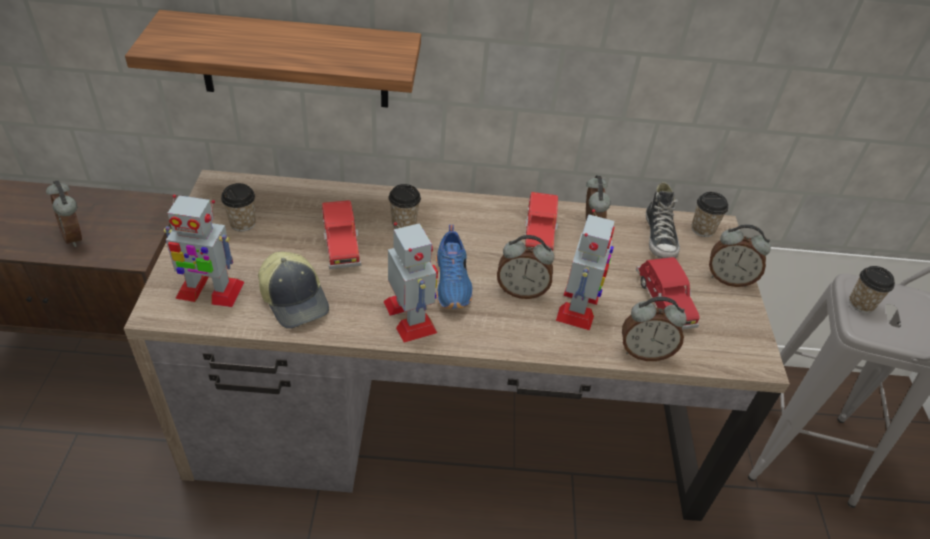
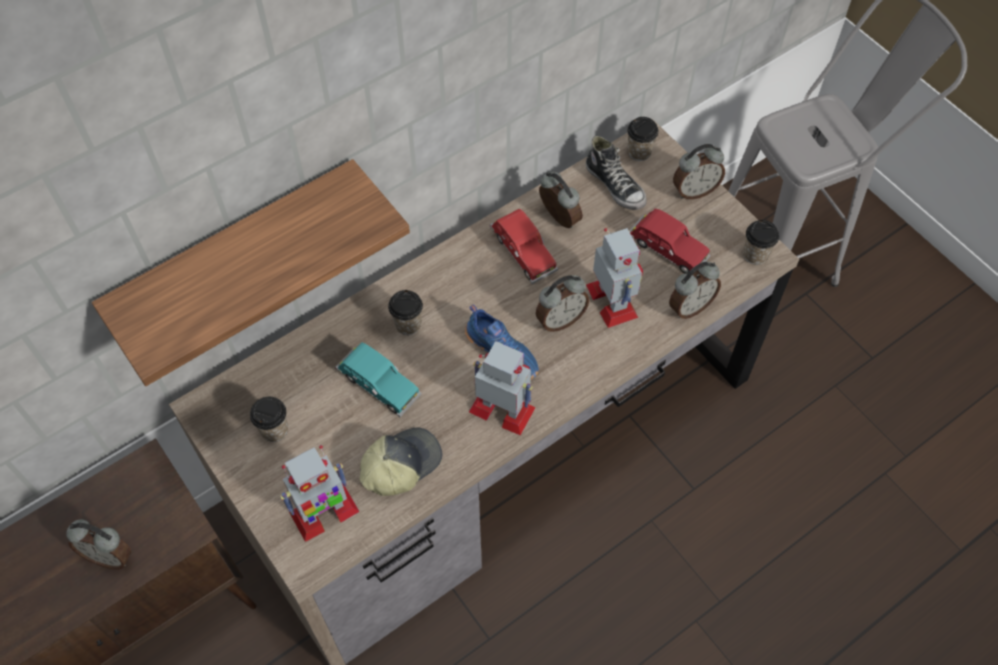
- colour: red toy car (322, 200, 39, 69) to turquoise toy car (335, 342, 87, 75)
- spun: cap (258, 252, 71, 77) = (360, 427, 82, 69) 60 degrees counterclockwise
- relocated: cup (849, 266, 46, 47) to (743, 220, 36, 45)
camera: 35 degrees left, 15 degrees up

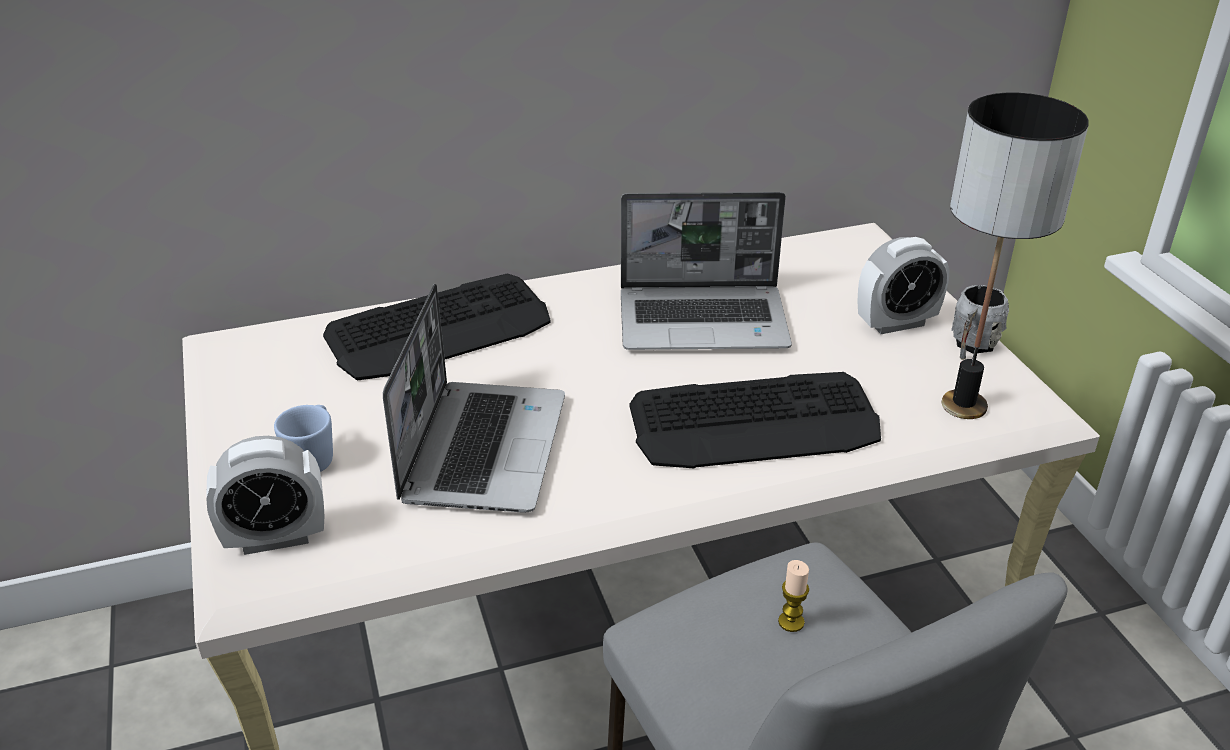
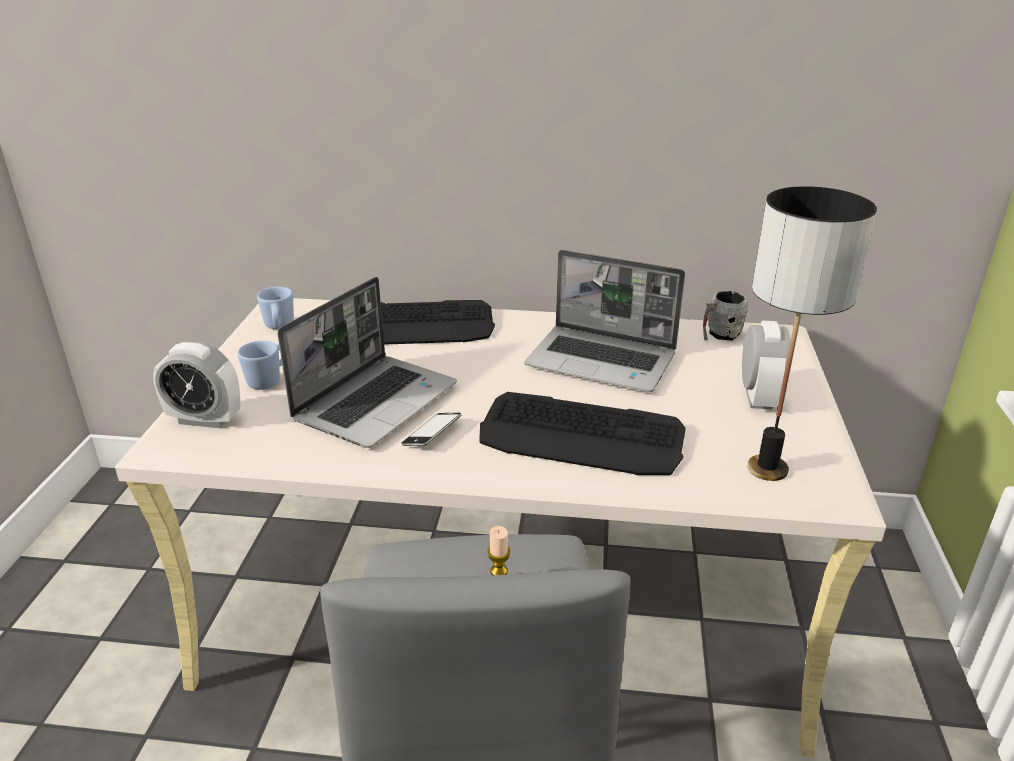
- appeared: blue mug (257, 287, 37, 42)
- appeared: phone (401, 413, 60, 33)
- relocated: grey mug (951, 285, 58, 75) to (703, 290, 45, 51)
- spun: alarm clock (858, 237, 91, 97) = (742, 321, 49, 88) 90 degrees counterclockwise
camera: 25 degrees right, 5 degrees down

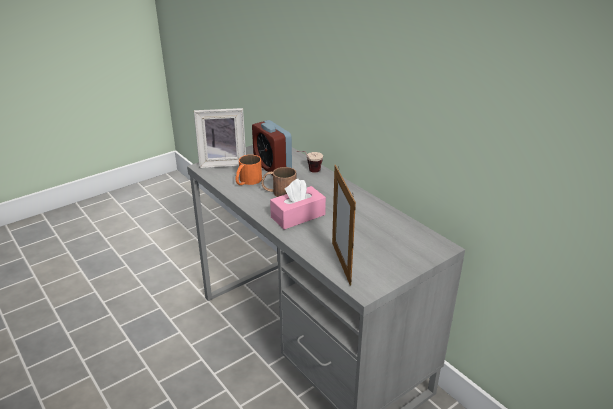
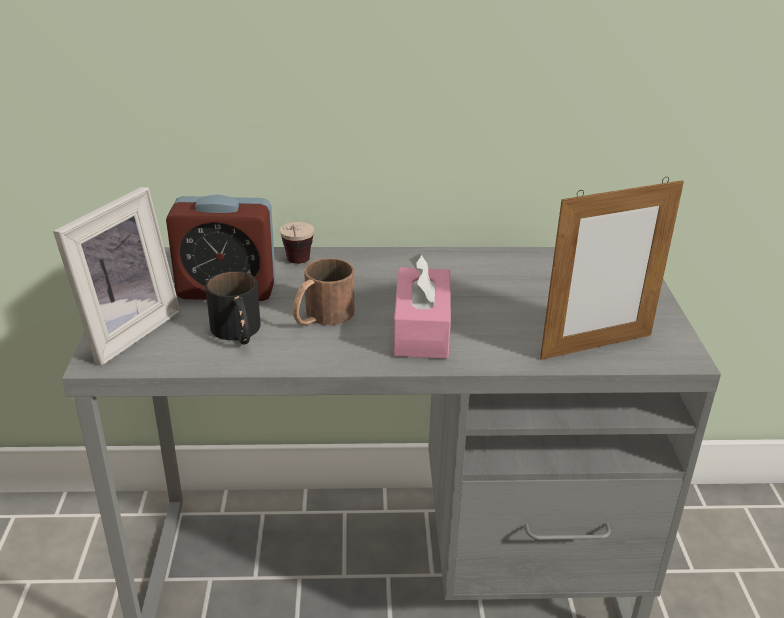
- colour: orange mug (236, 155, 26, 30) to black mug (205, 271, 55, 73)
- spun: picture frame (332, 165, 24, 121) = (540, 177, 144, 183) 45 degrees counterclockwise
camera: 55 degrees left, 0 degrees up

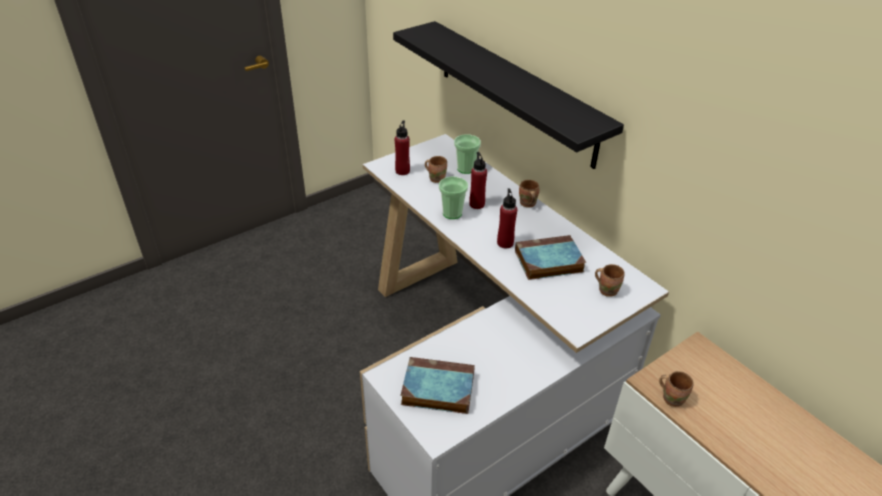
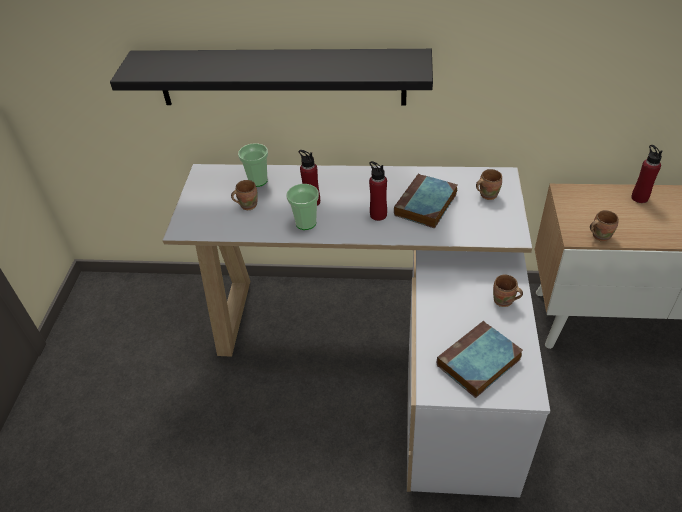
- relocated: brown mug (519, 180, 20, 28) to (493, 274, 30, 33)
- relocated: red bottle (395, 120, 15, 55) to (631, 145, 32, 58)
camera: 45 degrees left, 5 degrees up

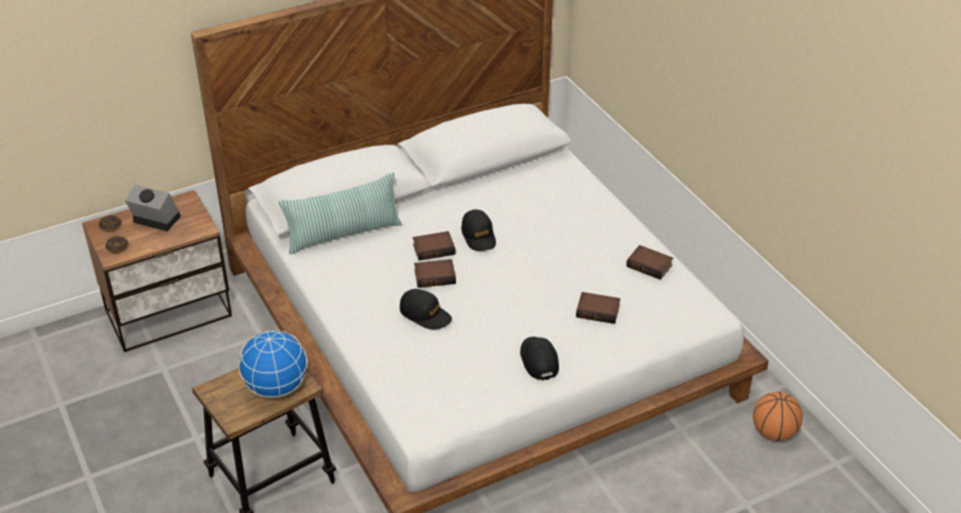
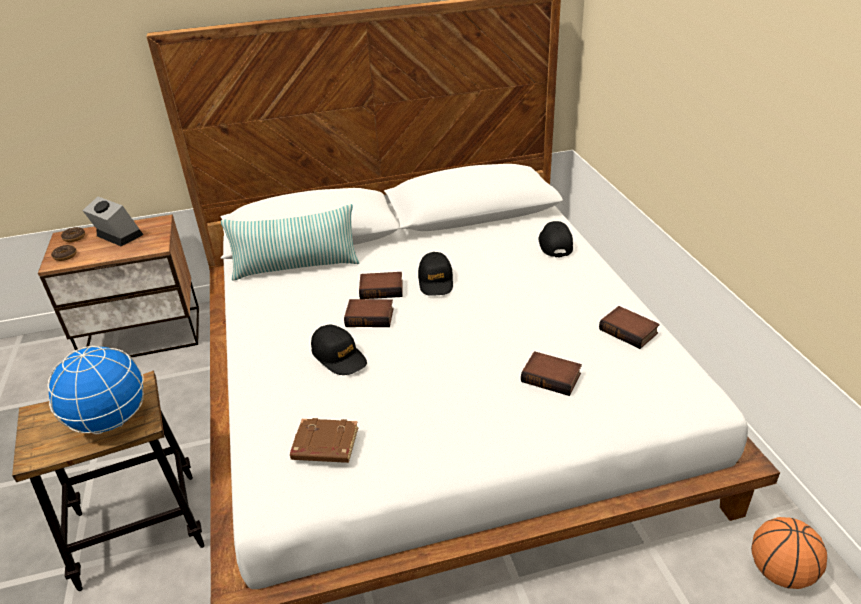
- appeared: brown book (290, 418, 68, 45)
- relocated: black cap (520, 337, 39, 44) to (538, 221, 35, 37)
camera: 15 degrees right, 5 degrees down

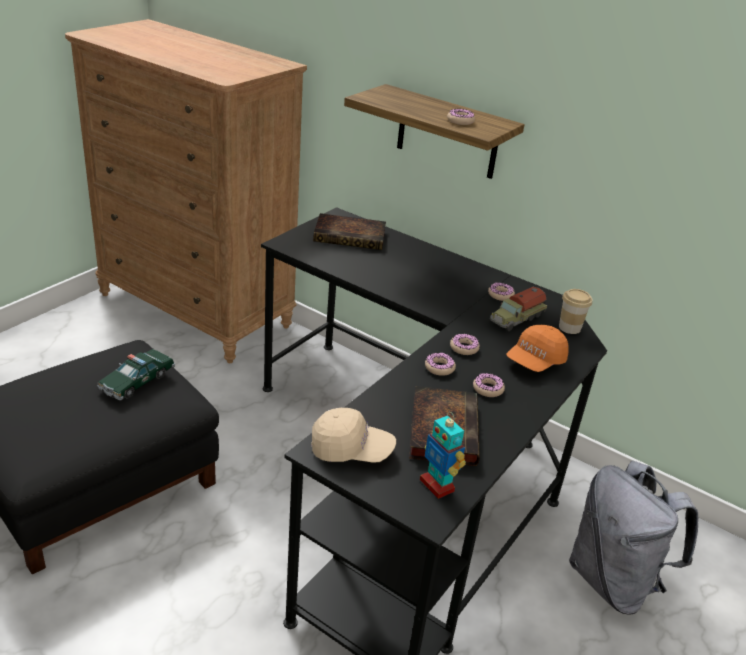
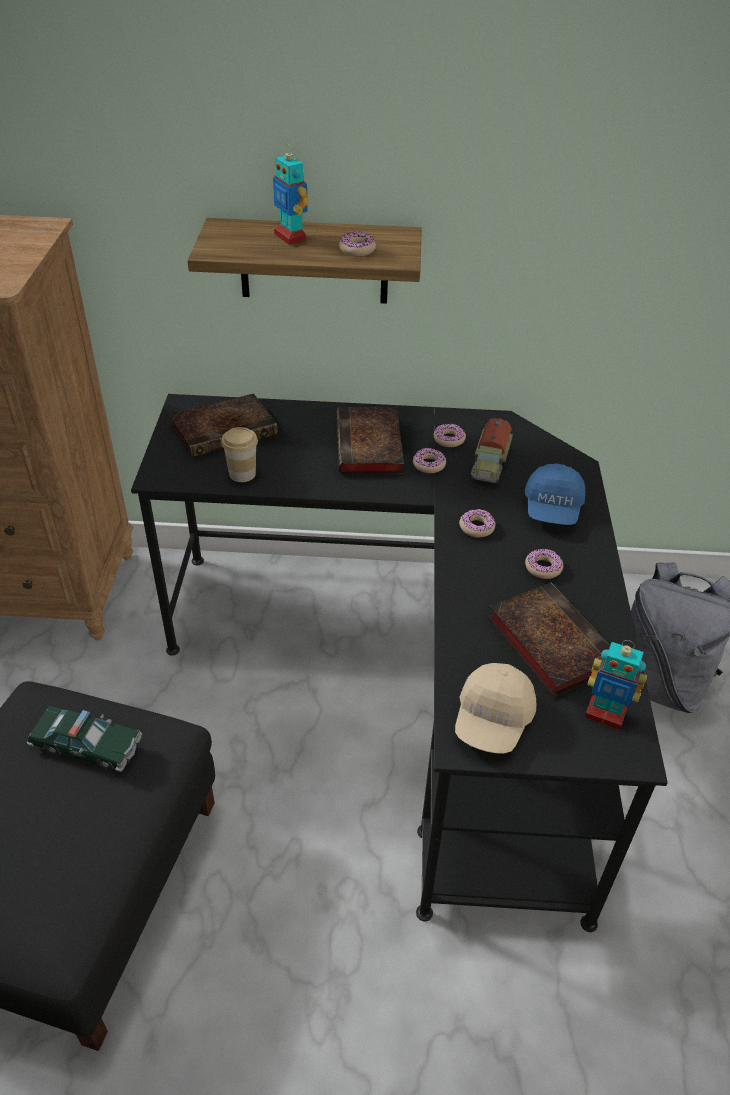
- spun: toy car (97, 349, 78, 52) = (27, 706, 115, 66) 75 degrees counterclockwise
- relocated: cup (559, 289, 33, 45) to (221, 427, 37, 55)
- appeared: toy robot (273, 145, 37, 100)
- appeared: book (337, 407, 67, 67)
- relocated: donut (425, 353, 31, 23) to (413, 448, 33, 25)
- spun: beige cap (311, 408, 85, 55) = (455, 663, 81, 91) 135 degrees clockwise
- colour: orange cap (506, 325, 63, 47) to blue cap (525, 463, 60, 62)
camera: 30 degrees left, 10 degrees up

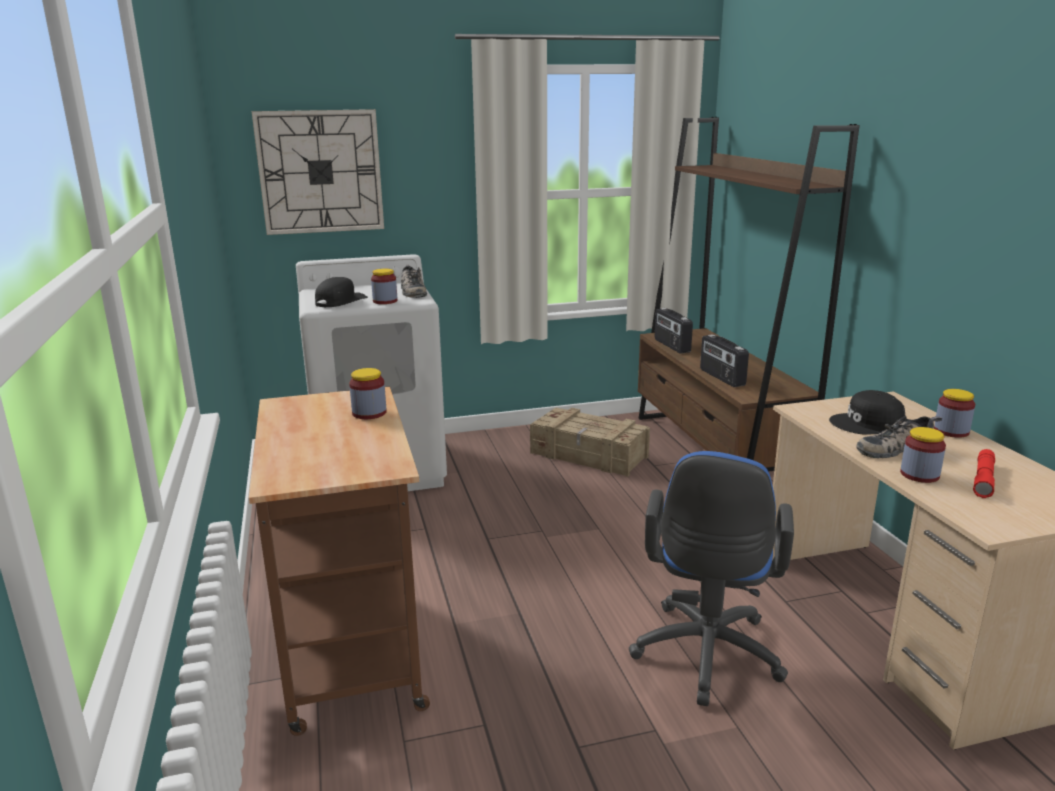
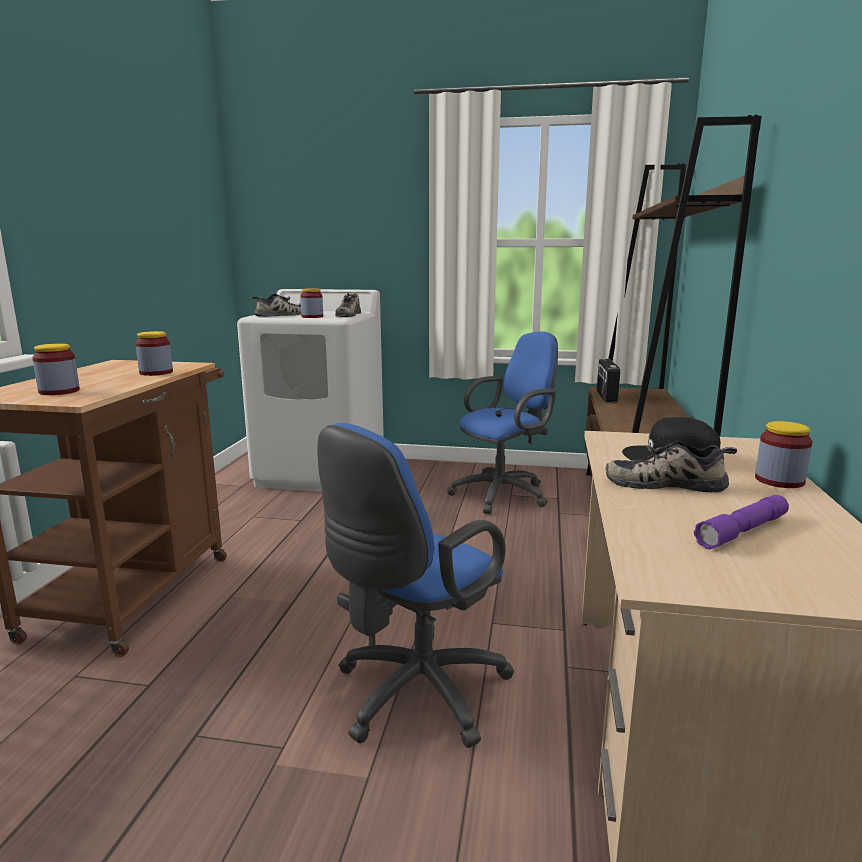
- relocated: jar (900, 427, 46, 56) to (32, 343, 48, 52)
- exchanged: black cap (315, 277, 53, 30) to shoe (252, 293, 49, 24)
- exchanged: crate (530, 407, 120, 70) to blue office chair (447, 331, 111, 183)
- colour: red flashlight (973, 449, 22, 49) to purple flashlight (694, 495, 95, 54)
- missing: wall clock (252, 109, 132, 126)
- missing: radio (700, 334, 49, 53)
camera: 25 degrees right, 5 degrees down

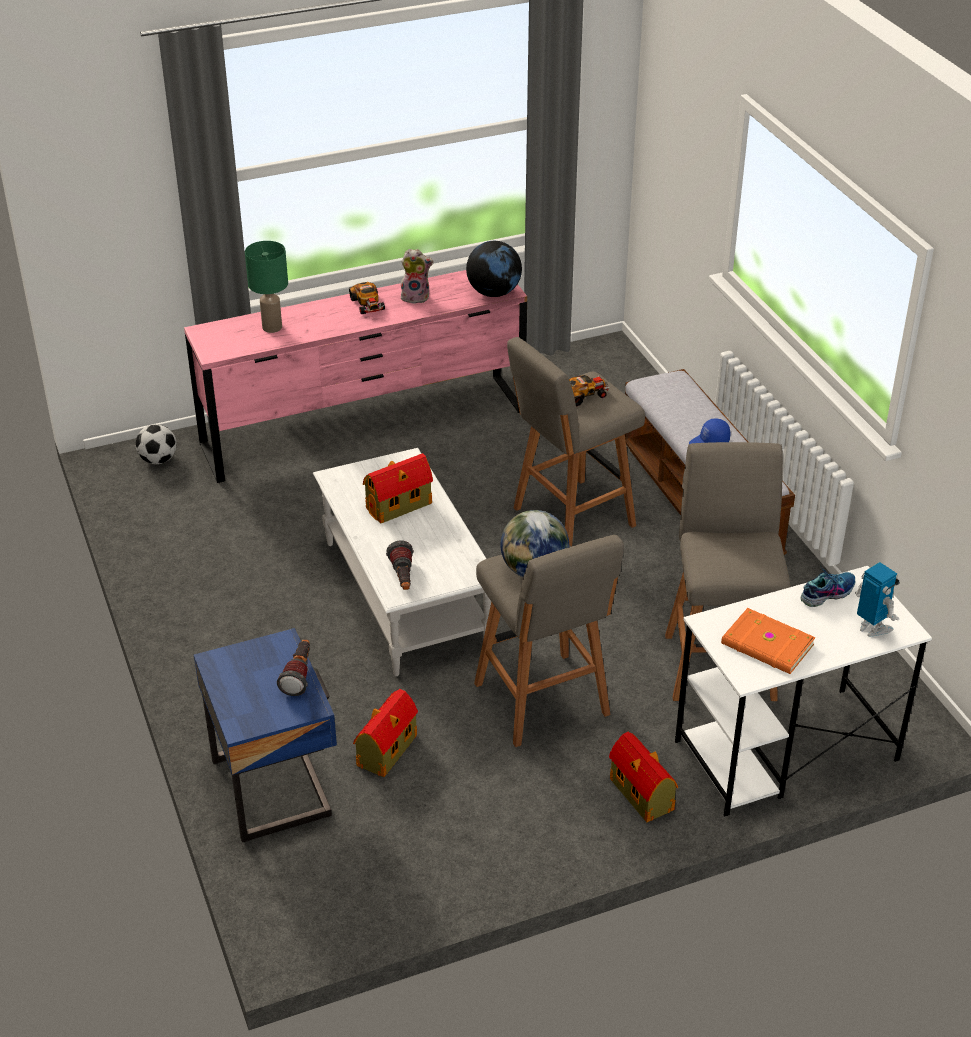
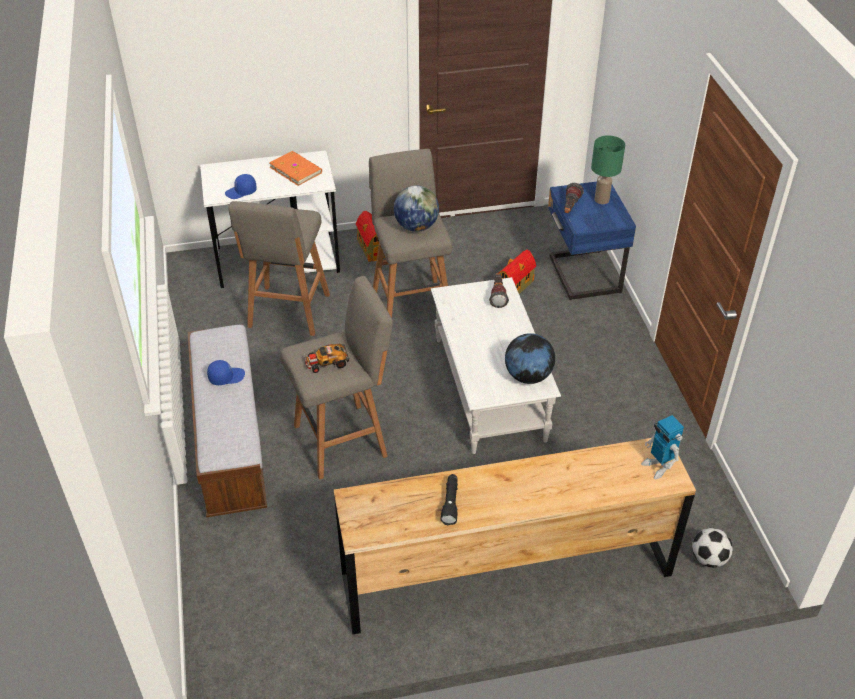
- exchanged: shoe (800, 565, 55, 42) to blue cap (225, 174, 32, 25)
- colour: pink dresser (184, 270, 343, 213) to brown dresser (334, 438, 362, 196)
- exchanged: plush toy (401, 249, 33, 55) to black flashlight (441, 474, 17, 51)
- relocated: globe (466, 241, 56, 56) to (505, 333, 50, 51)
- relocated: green table lamp (245, 241, 43, 92) to (591, 135, 34, 69)
- relocated: toy robot (855, 562, 45, 75) to (641, 415, 43, 64)
- missing: toy car (349, 282, 36, 32)
- missing: toy house (363, 453, 70, 71)
camera: 170 degrees left, 5 degrees up

